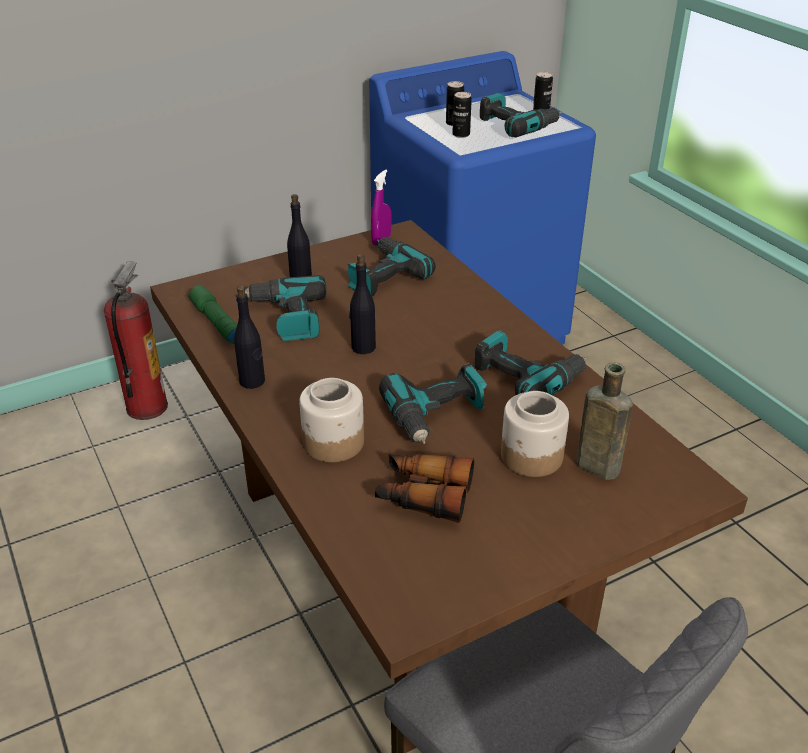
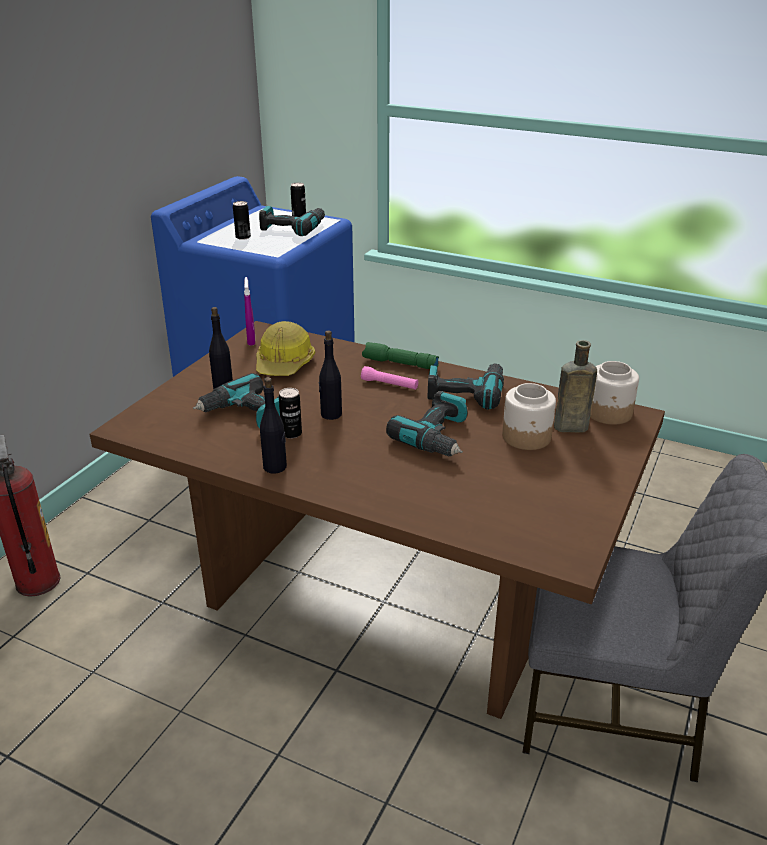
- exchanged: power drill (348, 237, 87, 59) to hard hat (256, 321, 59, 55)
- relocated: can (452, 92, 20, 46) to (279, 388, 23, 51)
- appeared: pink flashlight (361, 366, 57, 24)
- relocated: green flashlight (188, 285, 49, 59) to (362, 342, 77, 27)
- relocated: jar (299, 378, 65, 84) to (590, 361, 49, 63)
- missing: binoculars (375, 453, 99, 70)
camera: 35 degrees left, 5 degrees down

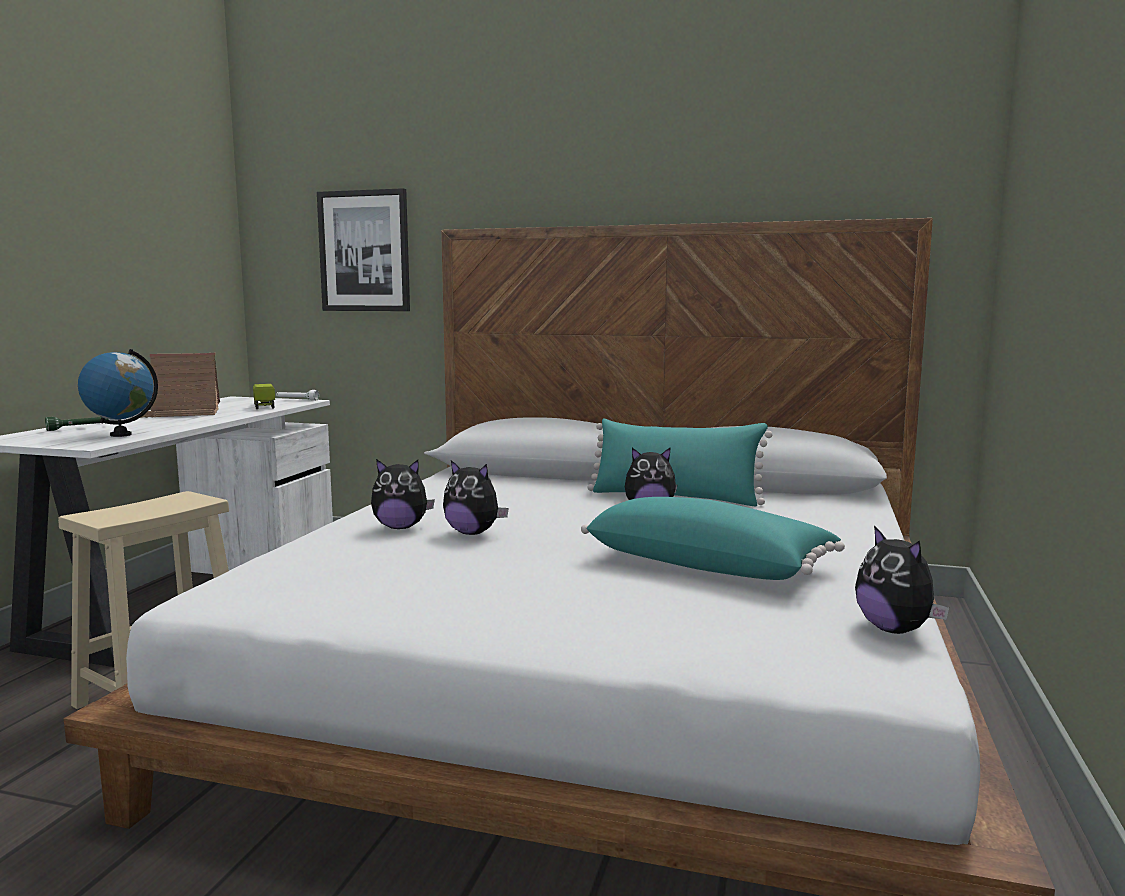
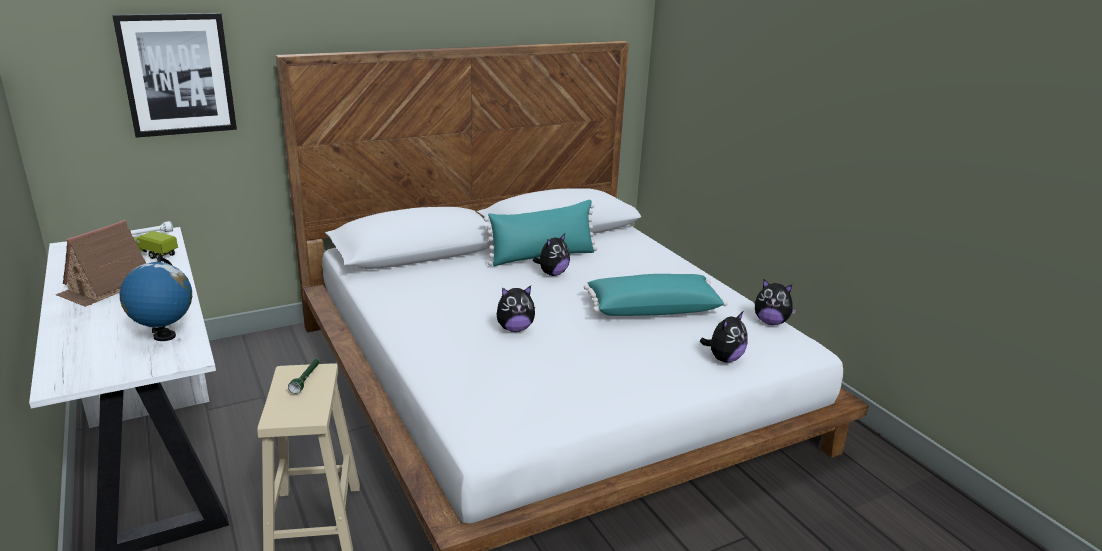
- relocated: green flashlight (45, 417, 64, 14) to (288, 358, 32, 36)
- relocated: plush toy (371, 459, 64, 70) to (700, 312, 48, 51)
camera: 45 degrees left, 15 degrees up

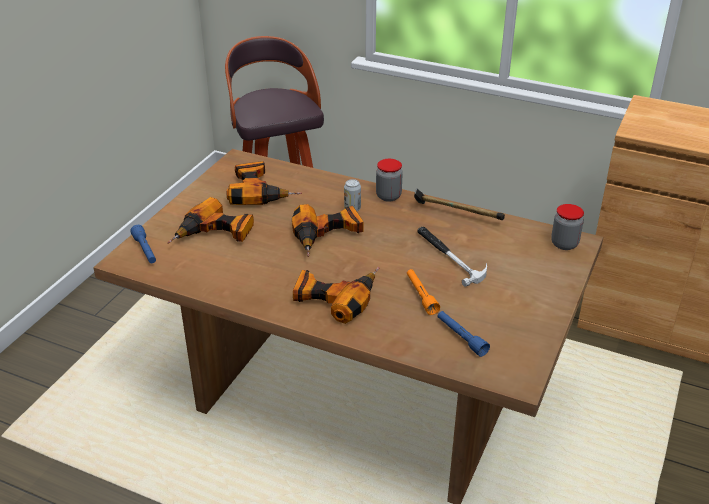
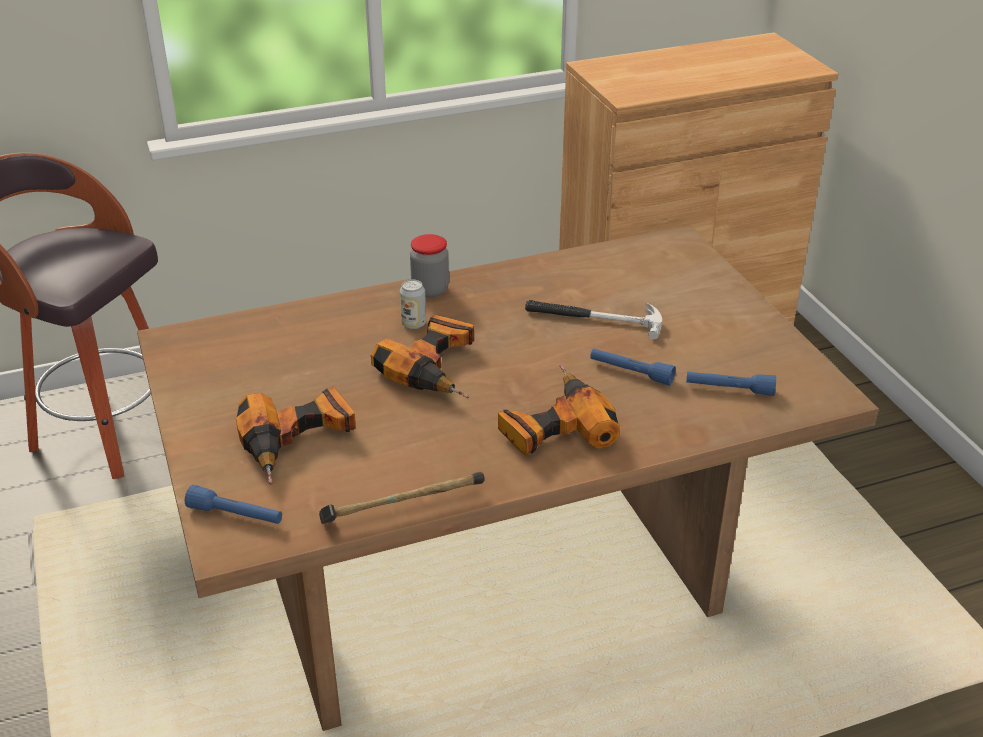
- relocated: hammer (414, 188, 91, 32) to (319, 472, 165, 52)
- colour: orange flashlight (407, 269, 33, 46) to blue flashlight (590, 349, 86, 37)
- missing: power drill (227, 161, 75, 44)
- missing: jar (551, 204, 33, 46)
camera: 45 degrees left, 0 degrees up

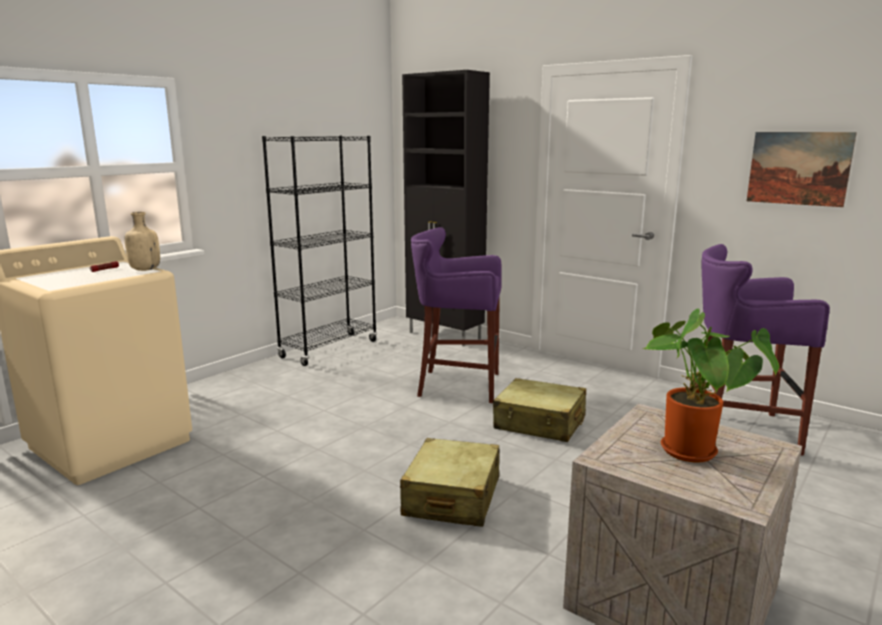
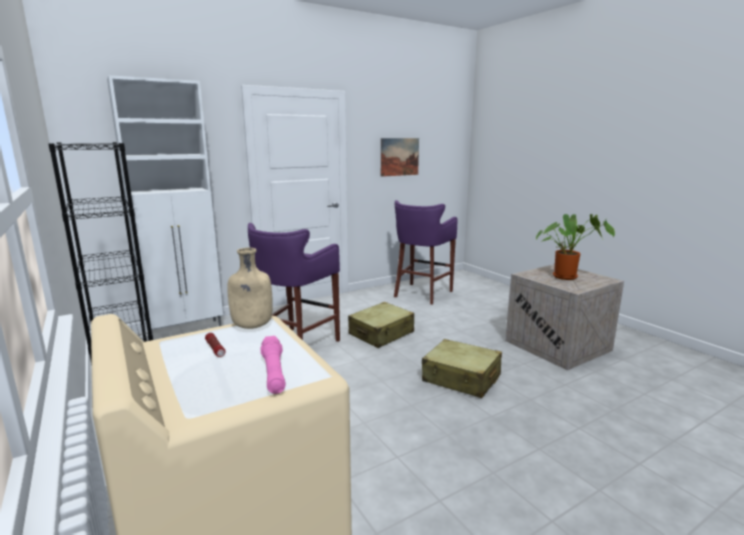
- colour: black cabinet (402, 70, 88, 277) to white cabinet (107, 75, 116, 260)
- appeared: pink flashlight (260, 336, 26, 58)
camera: 70 degrees left, 0 degrees up

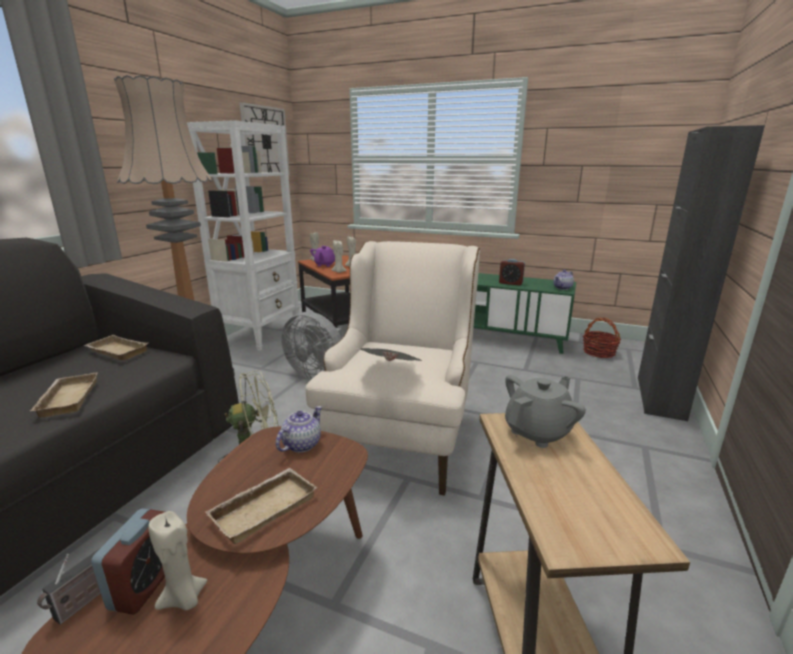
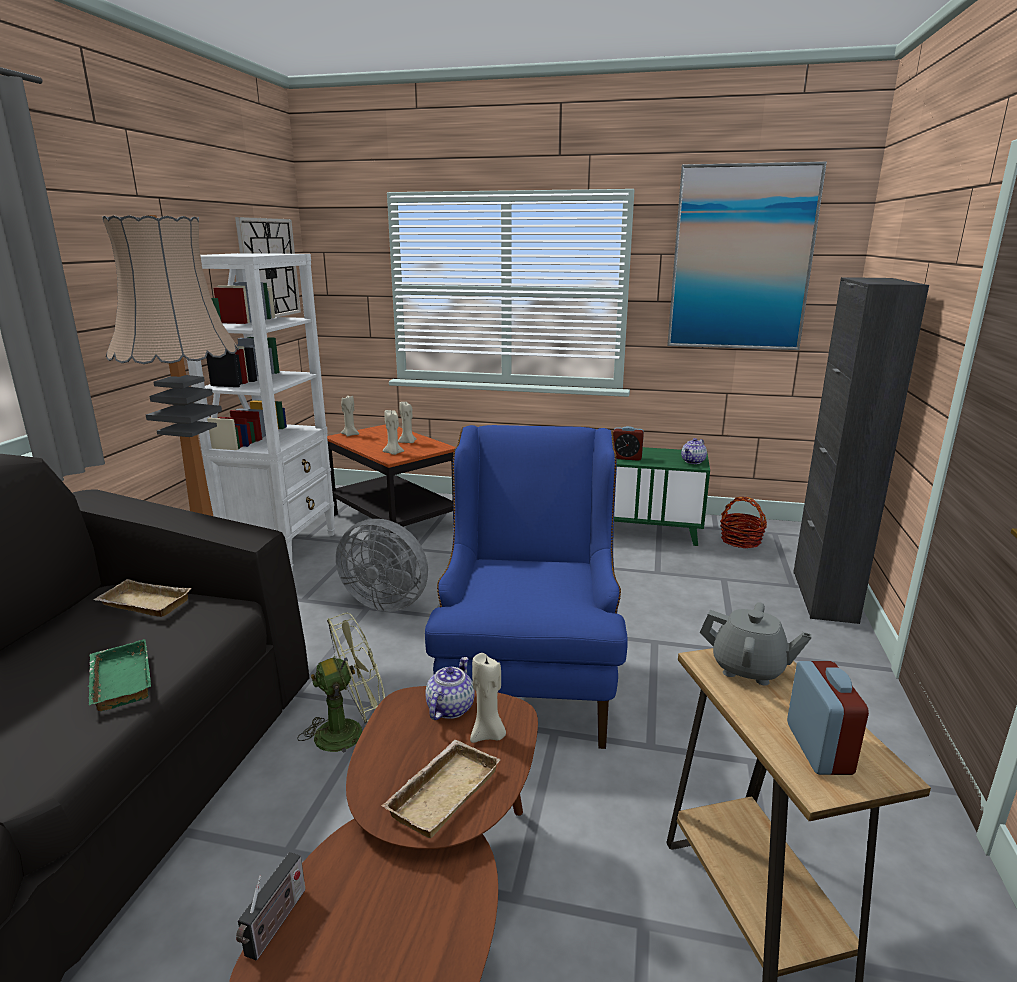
- colour: beige tray (30, 372, 68, 45) to green tray (88, 639, 63, 72)
- colour: beige armchair (306, 241, 174, 255) to blue armchair (425, 425, 203, 324)
- relocated: beige candle (148, 511, 59, 100) to (470, 653, 36, 90)
- appeared: picture (667, 162, 160, 188)
- spun: grey teapot (505, 375, 81, 73) = (700, 602, 112, 83) 75 degrees clockwise
- relocated: alarm clock (91, 508, 74, 107) to (787, 661, 82, 114)
- missing: purple teapot (310, 246, 25, 21)
- missing: newspaper (355, 348, 67, 13)
camera: 10 degrees left, 0 degrees up

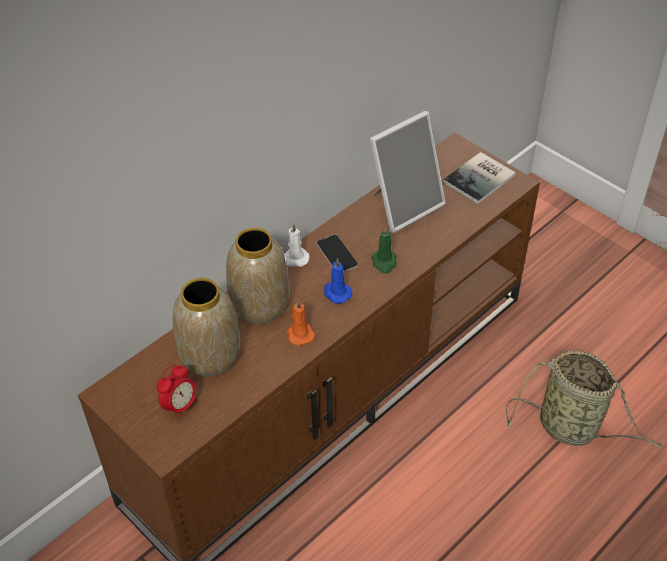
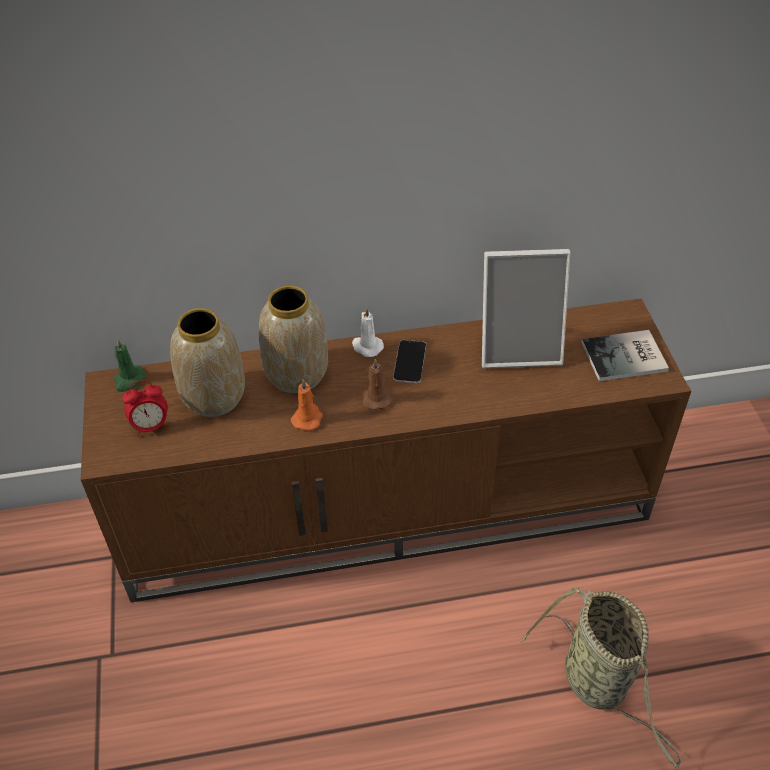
- relocated: green candle (371, 226, 26, 48) to (114, 339, 32, 53)
- colour: blue candle (324, 258, 28, 46) to brown candle (362, 359, 30, 51)
camera: 35 degrees right, 0 degrees up

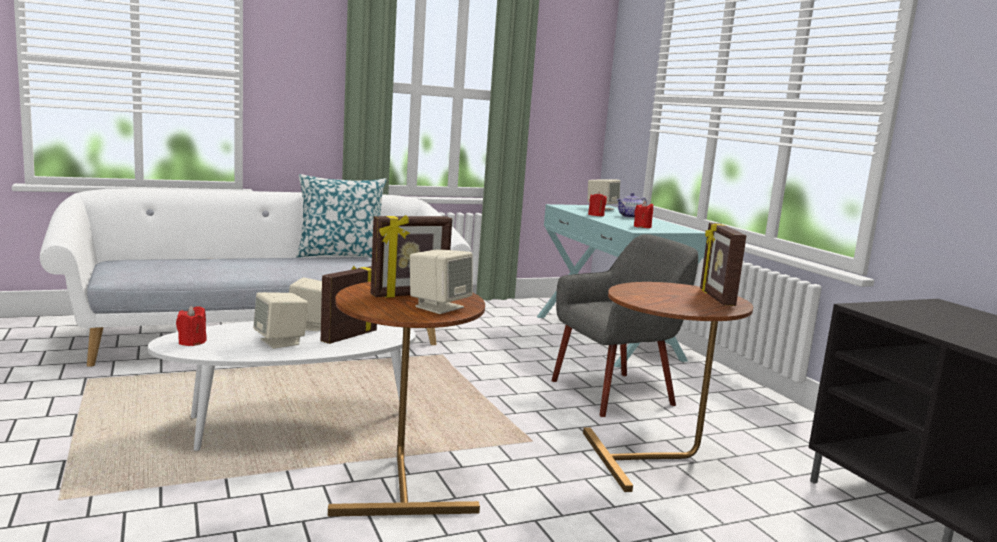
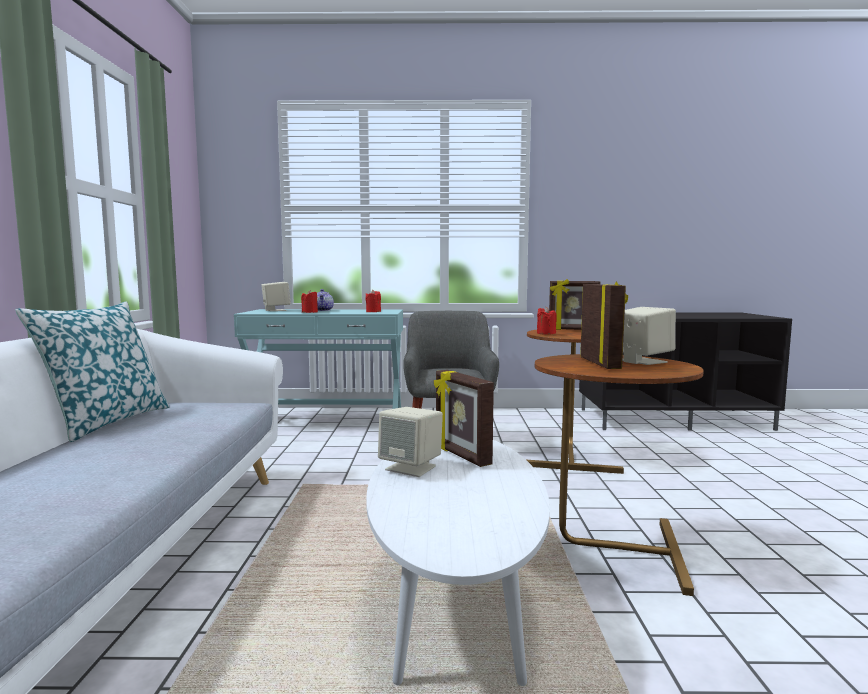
- relocated: red candle (176, 306, 31, 40) to (537, 307, 20, 28)
- missing: beige speaker (253, 292, 55, 57)
camera: 65 degrees left, 5 degrees down

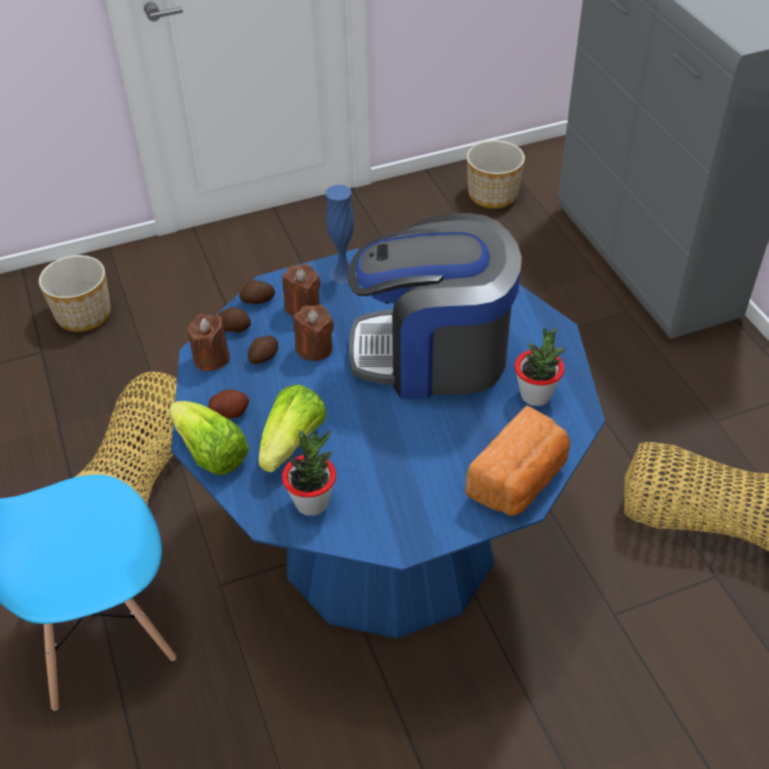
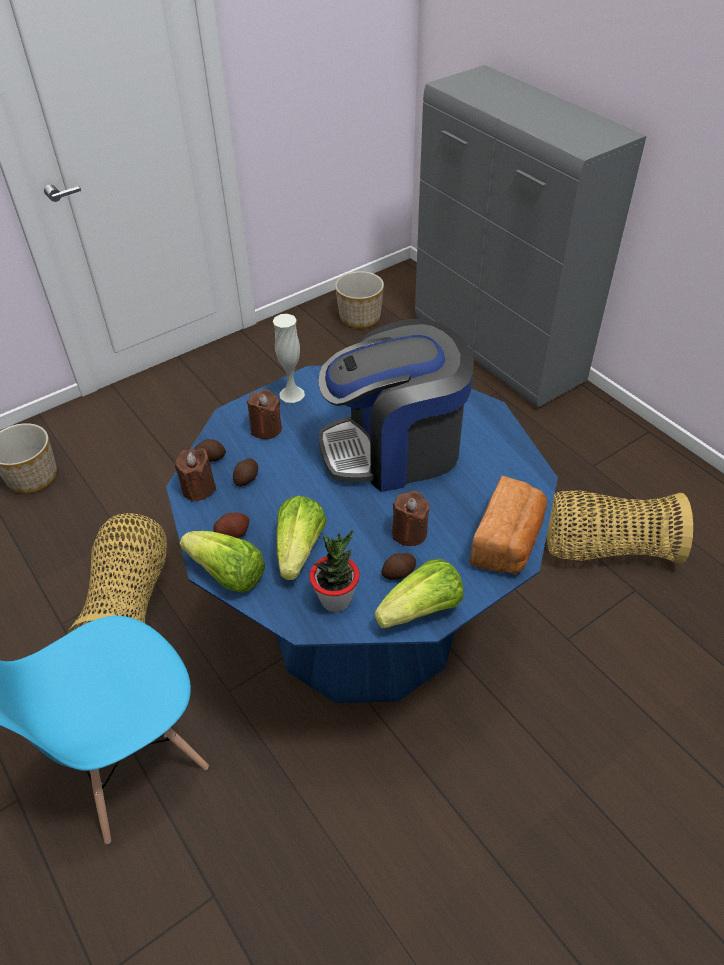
- colour: blue vase (325, 185, 29, 99) to white vase (272, 314, 33, 89)
- appeared: lettuce (374, 559, 90, 70)
- relocated: potato (239, 280, 36, 24) to (382, 553, 34, 27)
- relocated: brown candle (293, 305, 41, 56) to (392, 491, 38, 55)
- missing: potted plant (515, 328, 51, 78)
camera: 15 degrees left, 0 degrees up

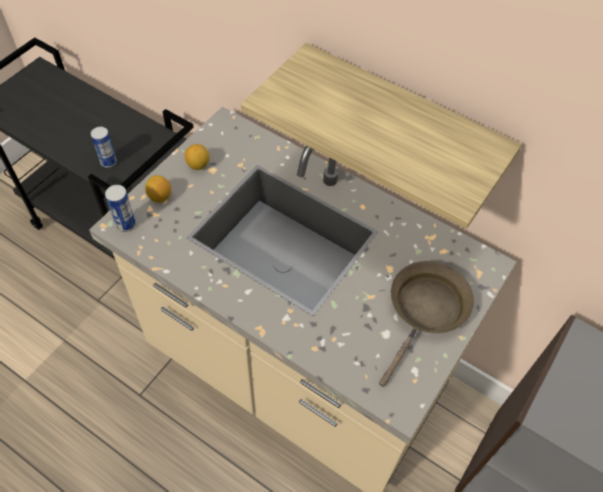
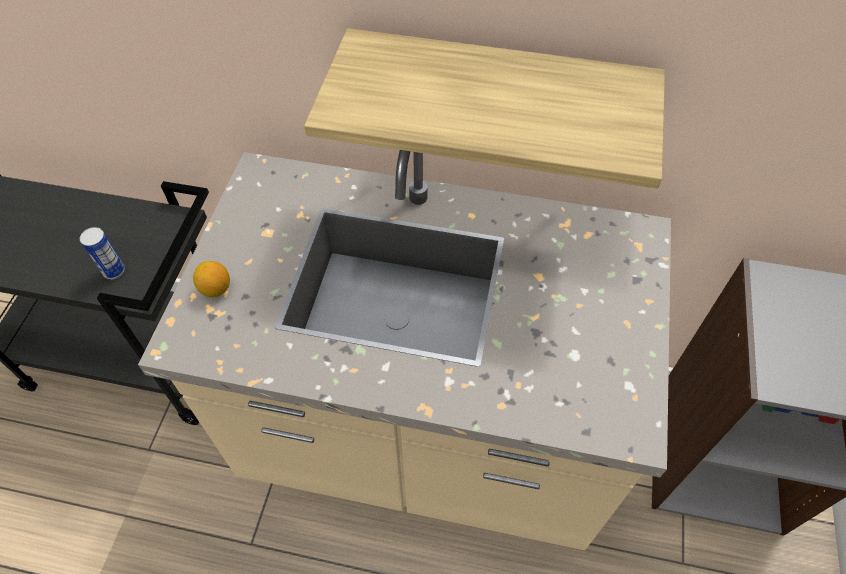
- missing: can (105, 185, 31, 47)
- missing: lemon (185, 144, 25, 26)
- missing: brown frying pan (379, 261, 95, 126)
camera: 20 degrees left, 0 degrees up

